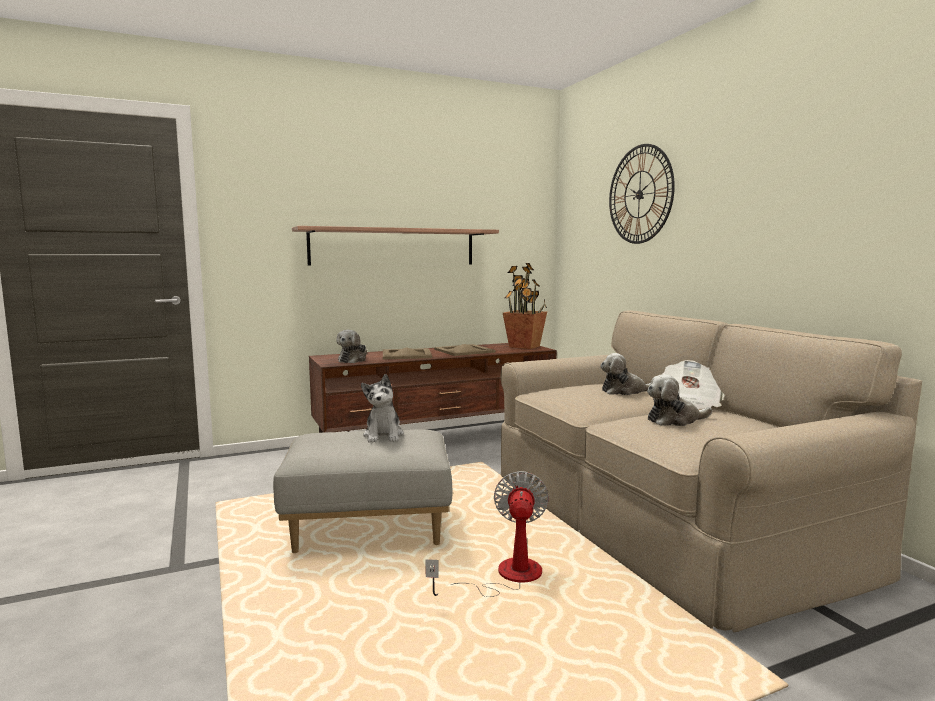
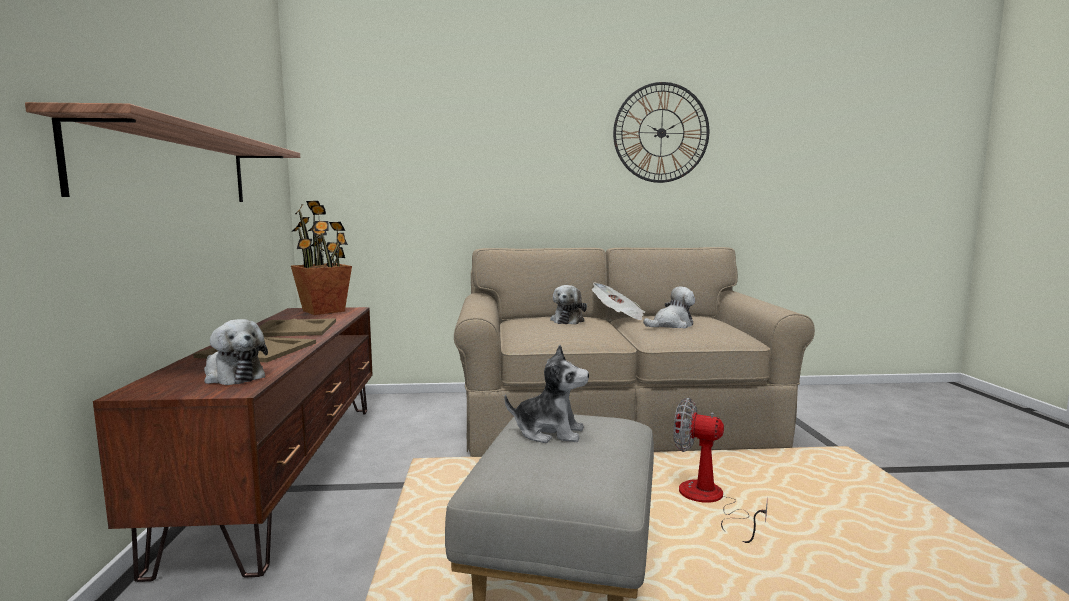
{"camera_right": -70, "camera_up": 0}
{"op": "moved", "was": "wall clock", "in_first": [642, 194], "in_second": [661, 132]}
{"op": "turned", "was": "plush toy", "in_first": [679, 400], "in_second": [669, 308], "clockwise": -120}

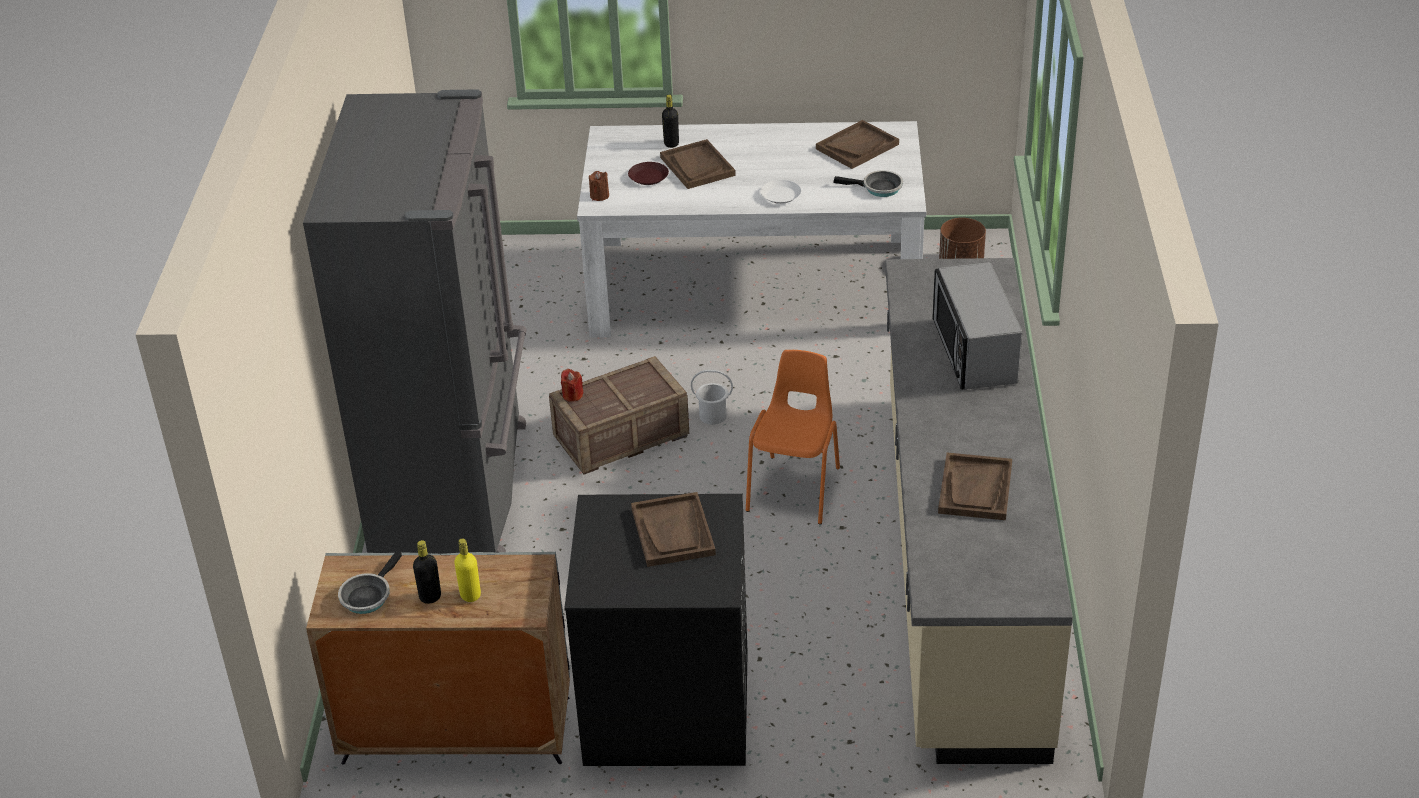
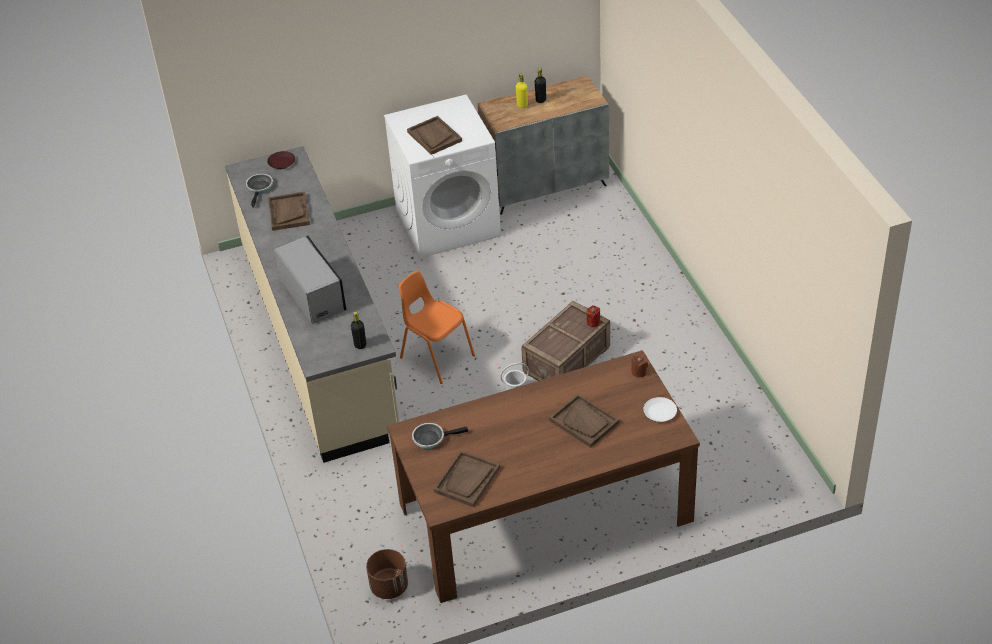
{"camera_right": 160, "camera_up": 5}
{"op": "moved", "was": "frying pan", "in_first": [370, 582], "in_second": [259, 190]}
{"op": "moved", "was": "brown plate", "in_first": [648, 173], "in_second": [281, 160]}
{"op": "moved", "was": "black bottle", "in_first": [670, 121], "in_second": [358, 330]}
{"op": "recoloured", "was": "black washing machine", "now": "white washing machine", "in_first": [656, 630], "in_second": [442, 176]}
{"op": "recoloured", "was": "white dining table", "now": "brown dining table", "in_first": [752, 229], "in_second": [543, 476]}
{"op": "turned", "was": "orange chair", "in_first": [793, 437], "in_second": [436, 327], "clockwise": 135}
{"op": "moved", "was": "white plate", "in_first": [780, 192], "in_second": [660, 409]}
{"op": "removed", "was": "grey fridge", "in_first": [415, 321]}

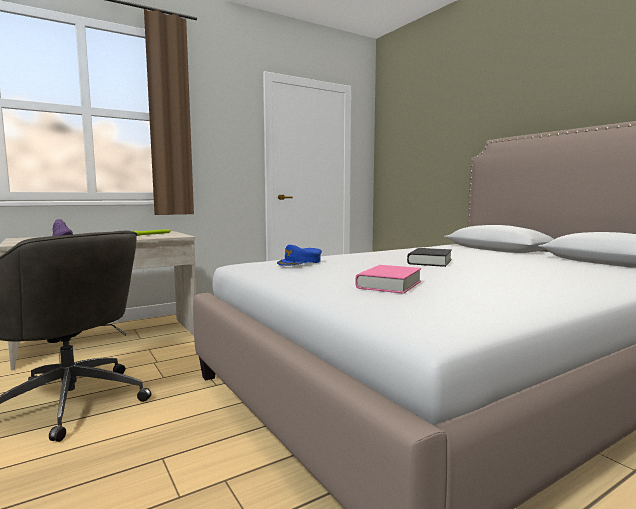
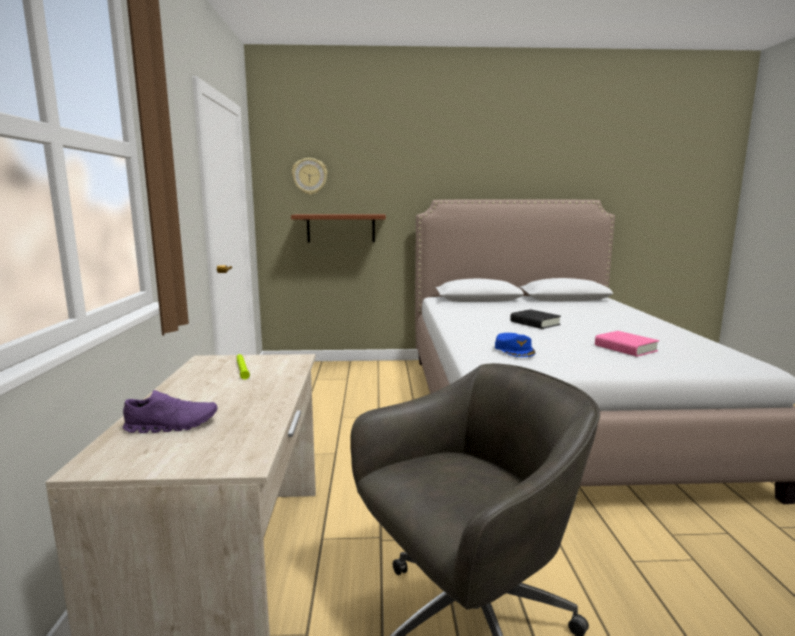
{"camera_right": -60, "camera_up": 5}
{"op": "added", "now": "brown shelf", "in_second": [338, 228]}
{"op": "added", "now": "wall clock", "in_second": [310, 176]}

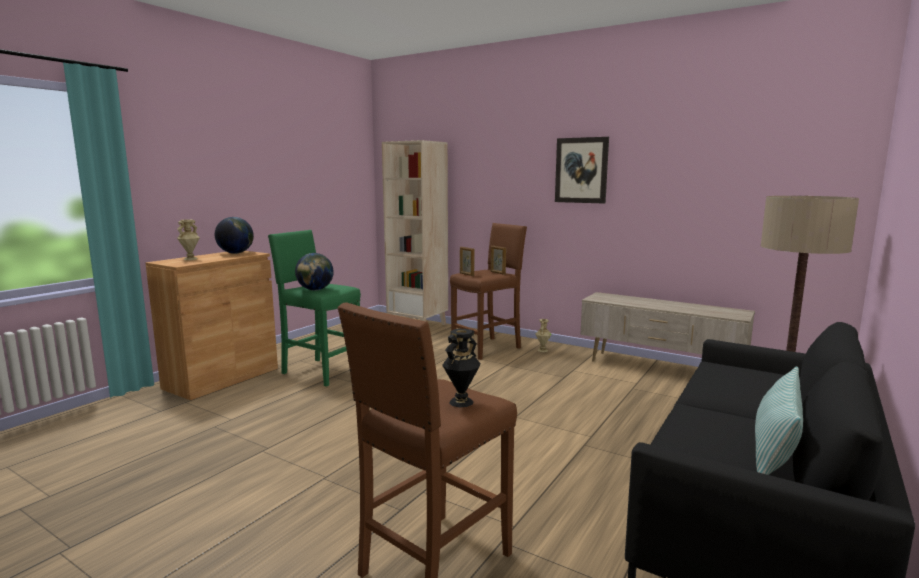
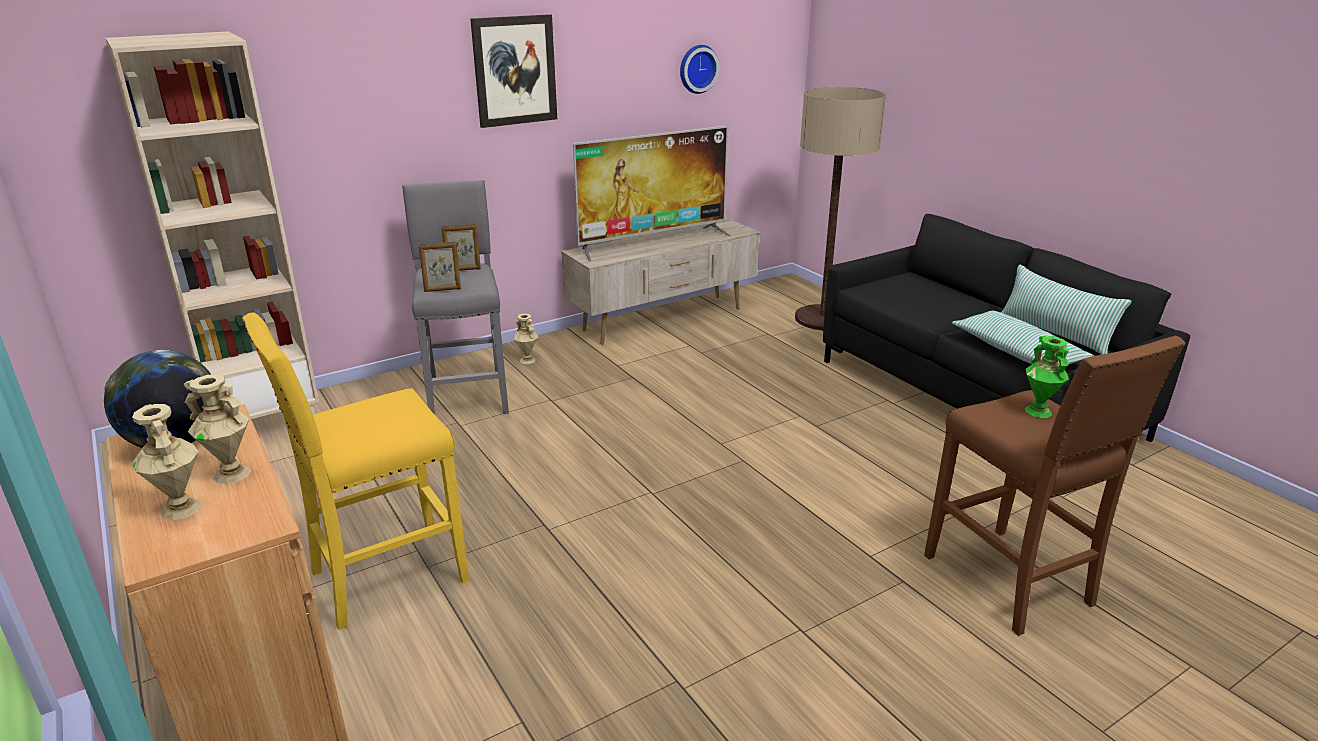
{"camera_right": -65, "camera_up": 15}
{"op": "added", "now": "beige vase", "in_second": [217, 429]}
{"op": "recoloured", "was": "green stool", "now": "yellow stool", "in_first": [314, 308], "in_second": [356, 471]}
{"op": "recoloured", "was": "brown stool", "now": "grey stool", "in_first": [488, 291], "in_second": [455, 297]}
{"op": "added", "now": "television", "in_second": [652, 193]}
{"op": "added", "now": "wall clock", "in_second": [699, 69]}
{"op": "added", "now": "pillow", "in_second": [1023, 337]}
{"op": "recoloured", "was": "black vase", "now": "green vase", "in_first": [461, 368], "in_second": [1047, 377]}
{"op": "removed", "was": "globe", "in_first": [314, 272]}

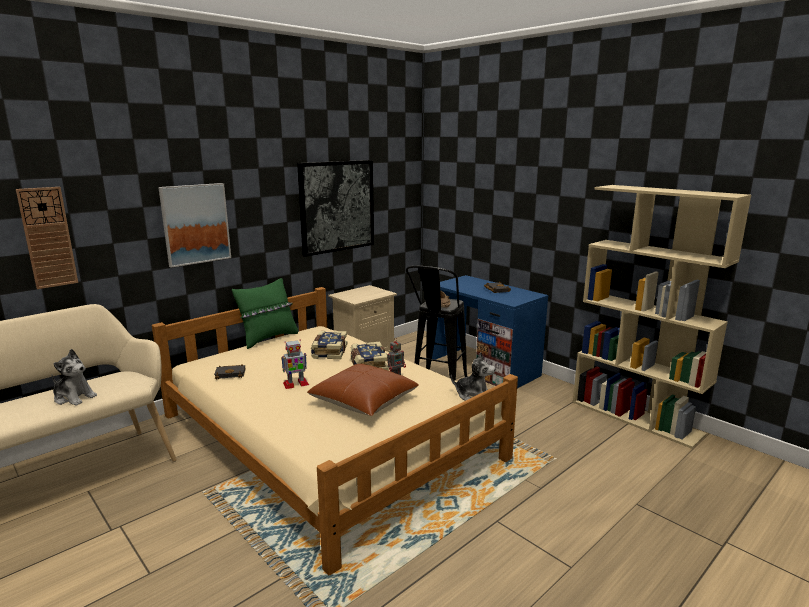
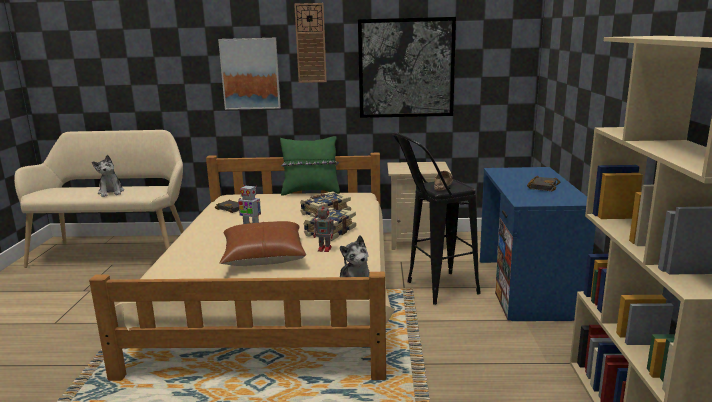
{"camera_right": 45, "camera_up": 0}
{"op": "moved", "was": "wall clock", "in_first": [47, 238], "in_second": [310, 43]}

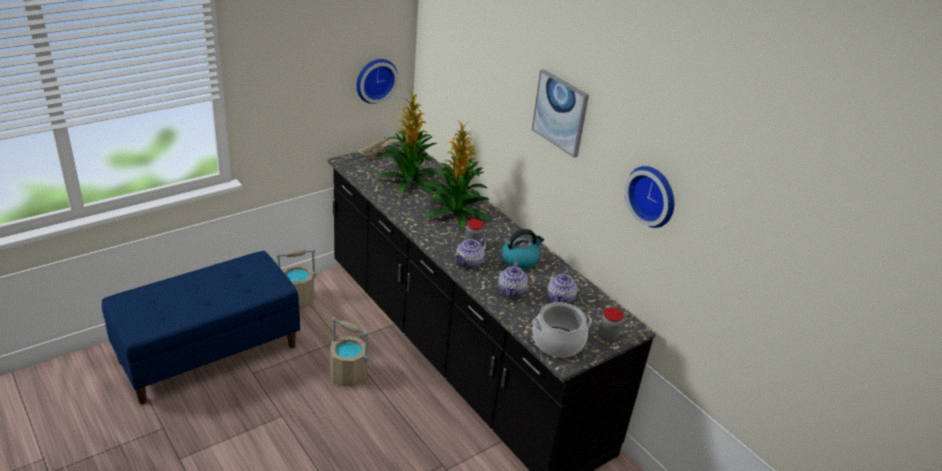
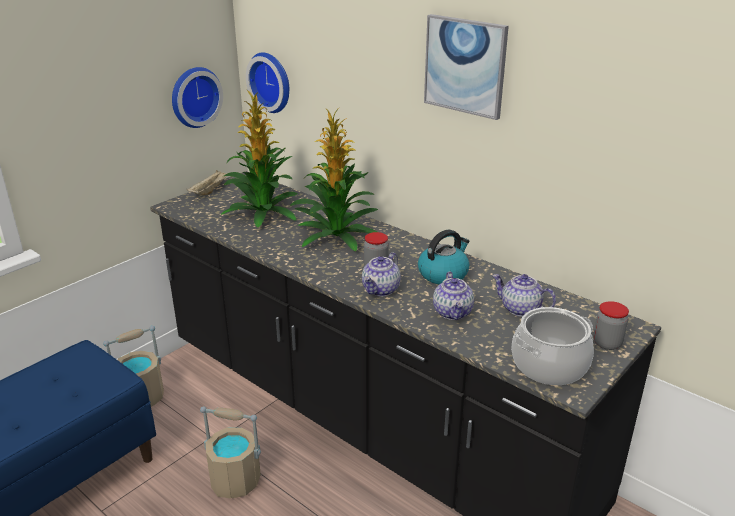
{"camera_right": -10, "camera_up": -5}
{"op": "moved", "was": "wall clock", "in_first": [649, 197], "in_second": [267, 82]}
{"op": "turned", "was": "teapot", "in_first": [562, 286], "in_second": [524, 295], "clockwise": 120}

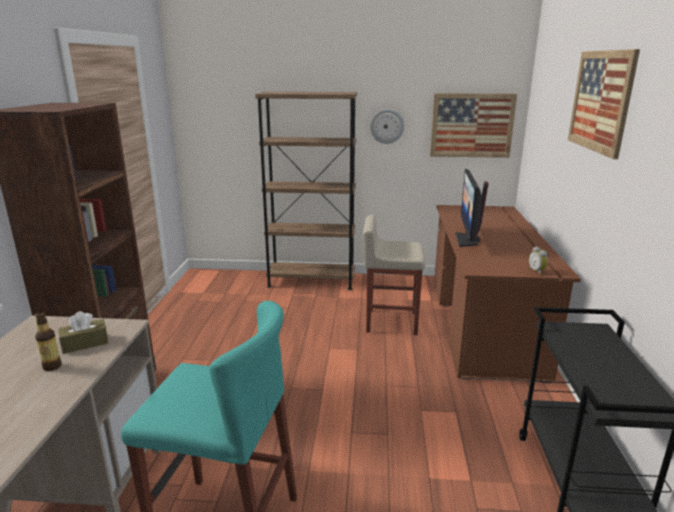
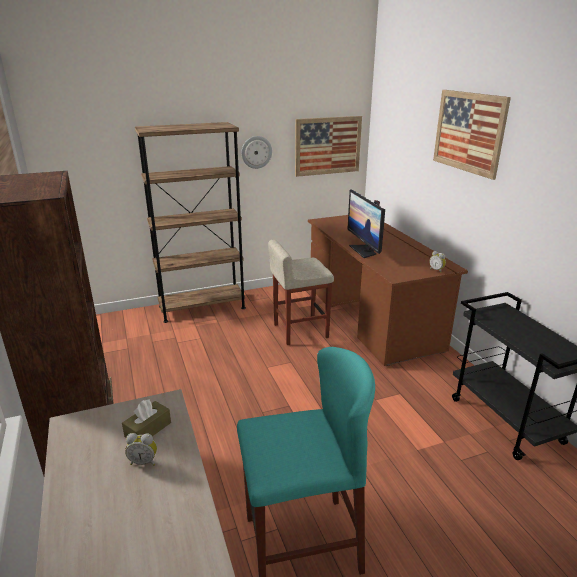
{"camera_right": -25, "camera_up": 5}
{"op": "replaced", "was": "bottle", "now": "alarm clock", "in_first": [48, 341], "in_second": [141, 449]}

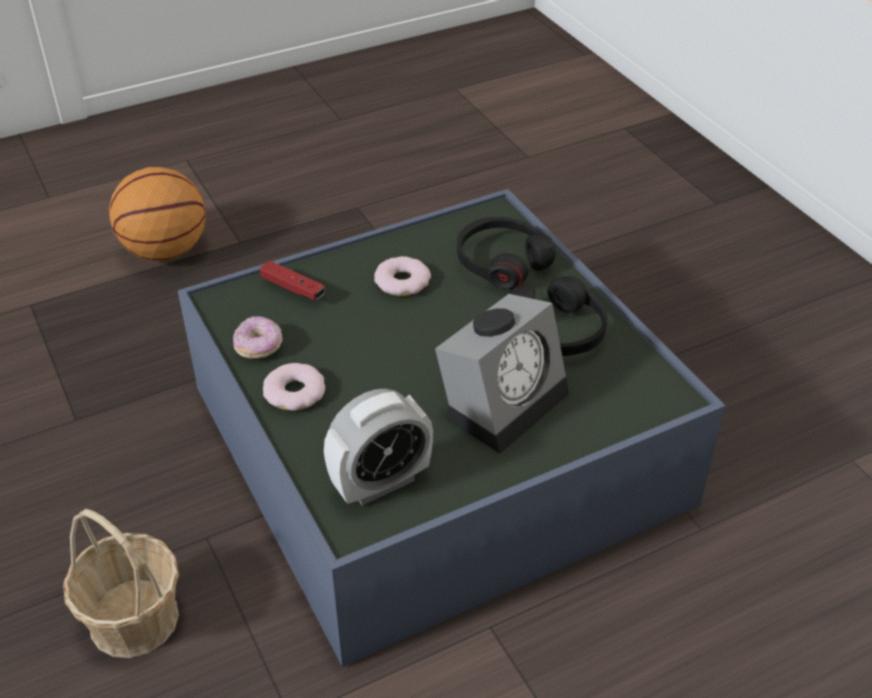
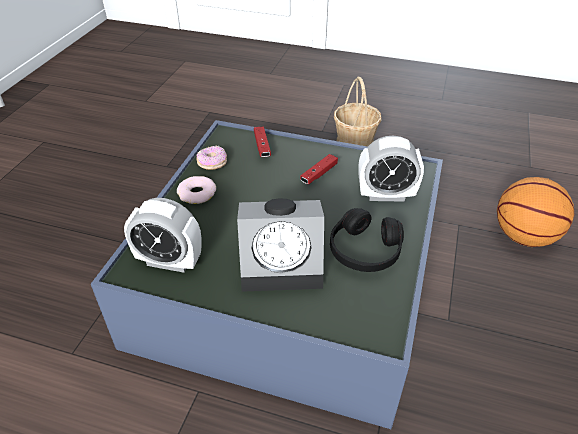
{"camera_right": 45, "camera_up": 0}
{"op": "replaced", "was": "donut", "now": "red game controller", "in_first": [402, 276], "in_second": [319, 169]}
{"op": "moved", "was": "basket", "in_first": [121, 583], "in_second": [358, 111]}
{"op": "replaced", "was": "black headphones", "now": "alarm clock", "in_first": [506, 253], "in_second": [391, 169]}
{"op": "moved", "was": "basketball", "in_first": [157, 214], "in_second": [535, 212]}

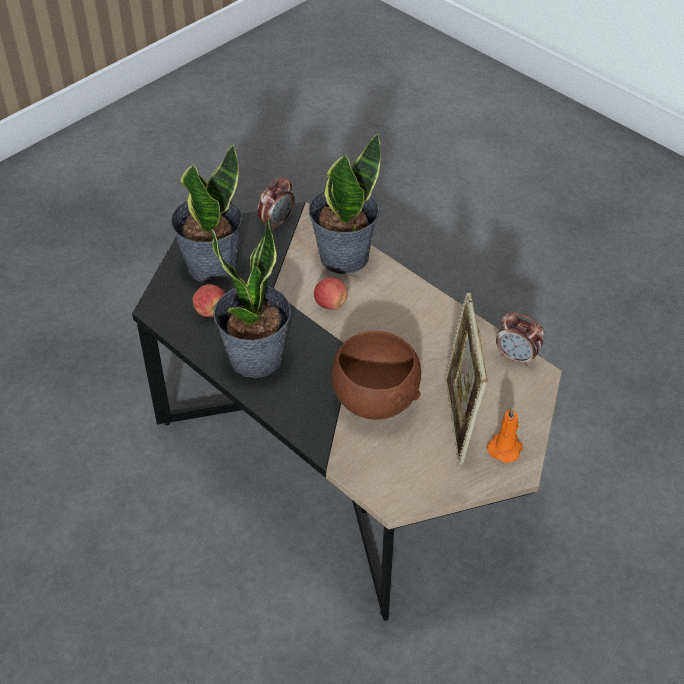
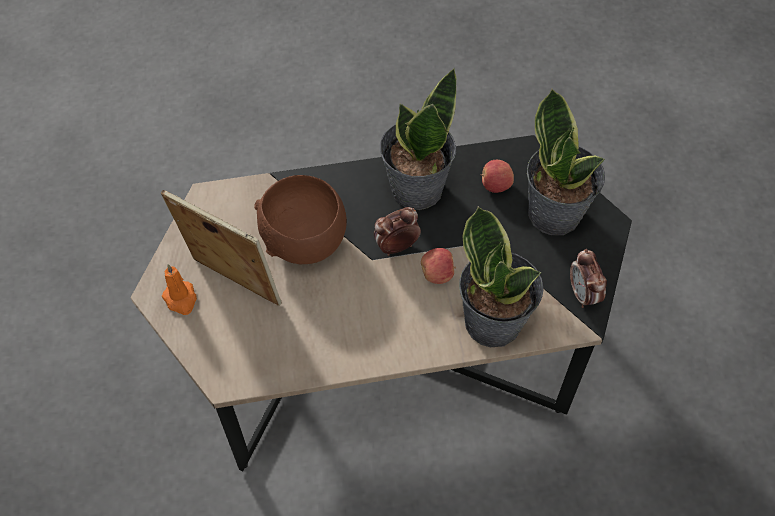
{"camera_right": 125, "camera_up": 10}
{"op": "moved", "was": "alarm clock", "in_first": [520, 339], "in_second": [397, 231]}

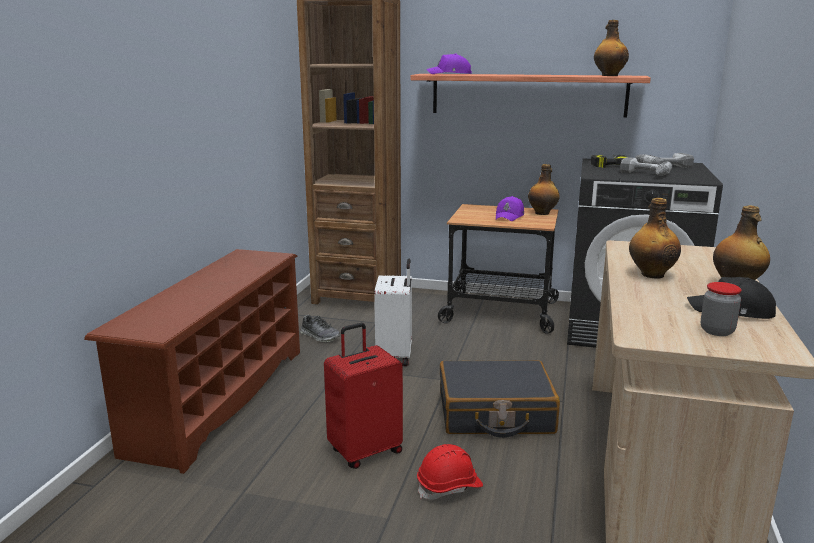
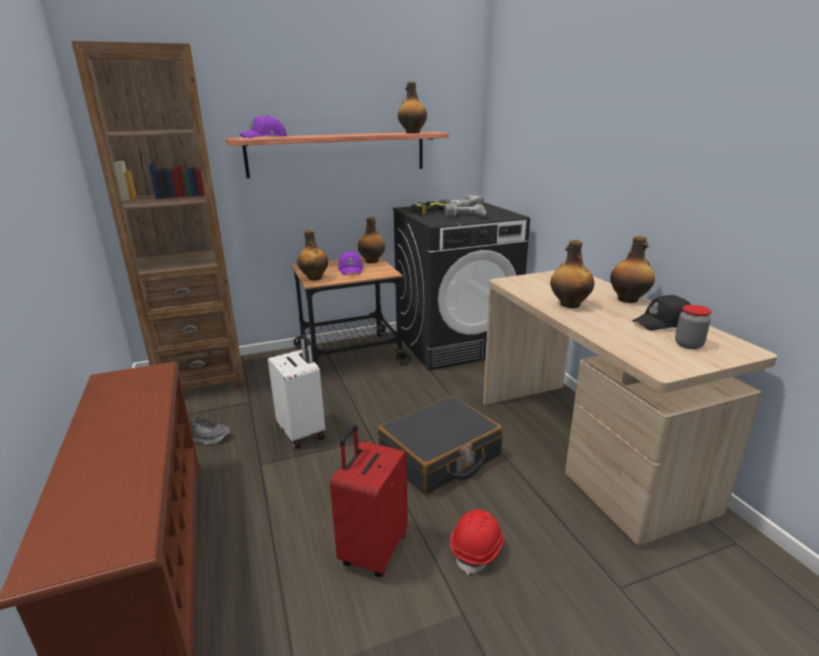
{"camera_right": -35, "camera_up": 5}
{"op": "added", "now": "bottle", "in_second": [312, 254]}

